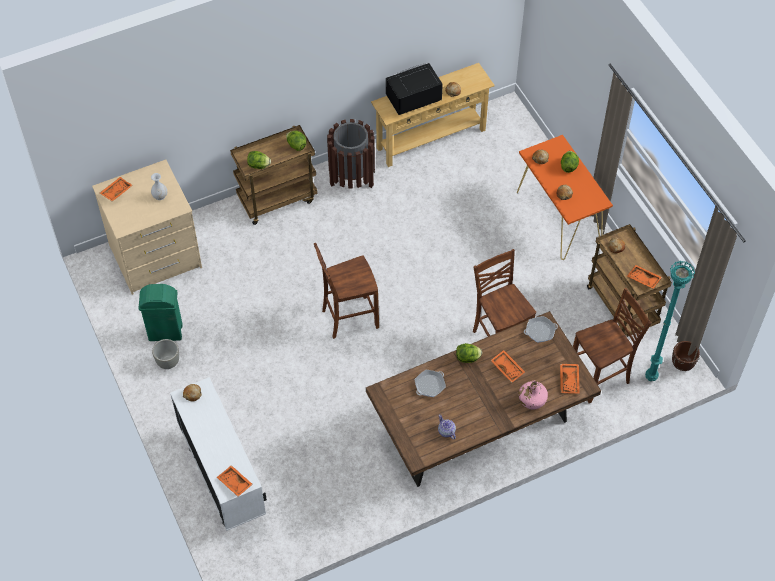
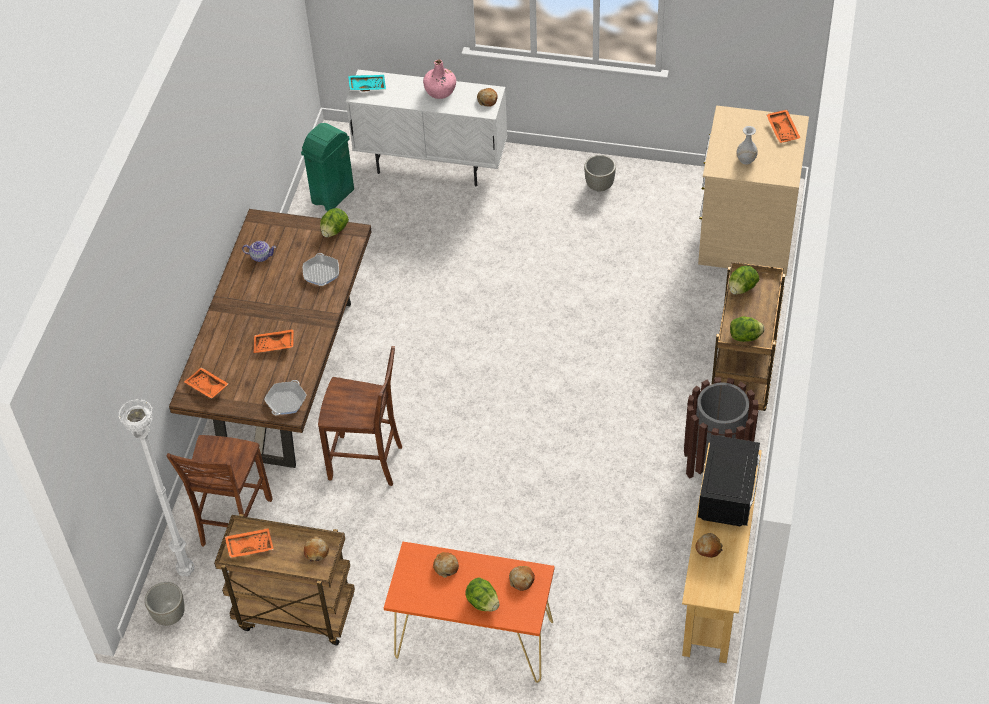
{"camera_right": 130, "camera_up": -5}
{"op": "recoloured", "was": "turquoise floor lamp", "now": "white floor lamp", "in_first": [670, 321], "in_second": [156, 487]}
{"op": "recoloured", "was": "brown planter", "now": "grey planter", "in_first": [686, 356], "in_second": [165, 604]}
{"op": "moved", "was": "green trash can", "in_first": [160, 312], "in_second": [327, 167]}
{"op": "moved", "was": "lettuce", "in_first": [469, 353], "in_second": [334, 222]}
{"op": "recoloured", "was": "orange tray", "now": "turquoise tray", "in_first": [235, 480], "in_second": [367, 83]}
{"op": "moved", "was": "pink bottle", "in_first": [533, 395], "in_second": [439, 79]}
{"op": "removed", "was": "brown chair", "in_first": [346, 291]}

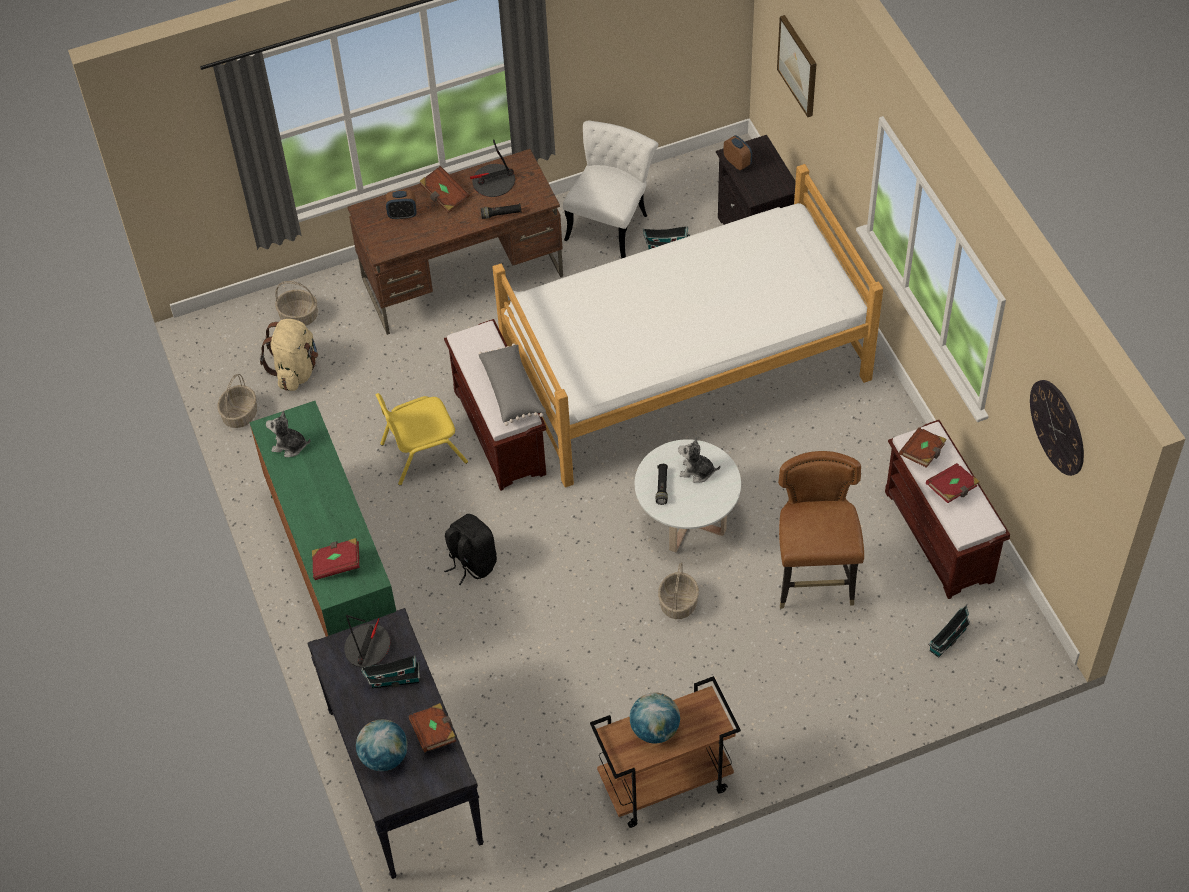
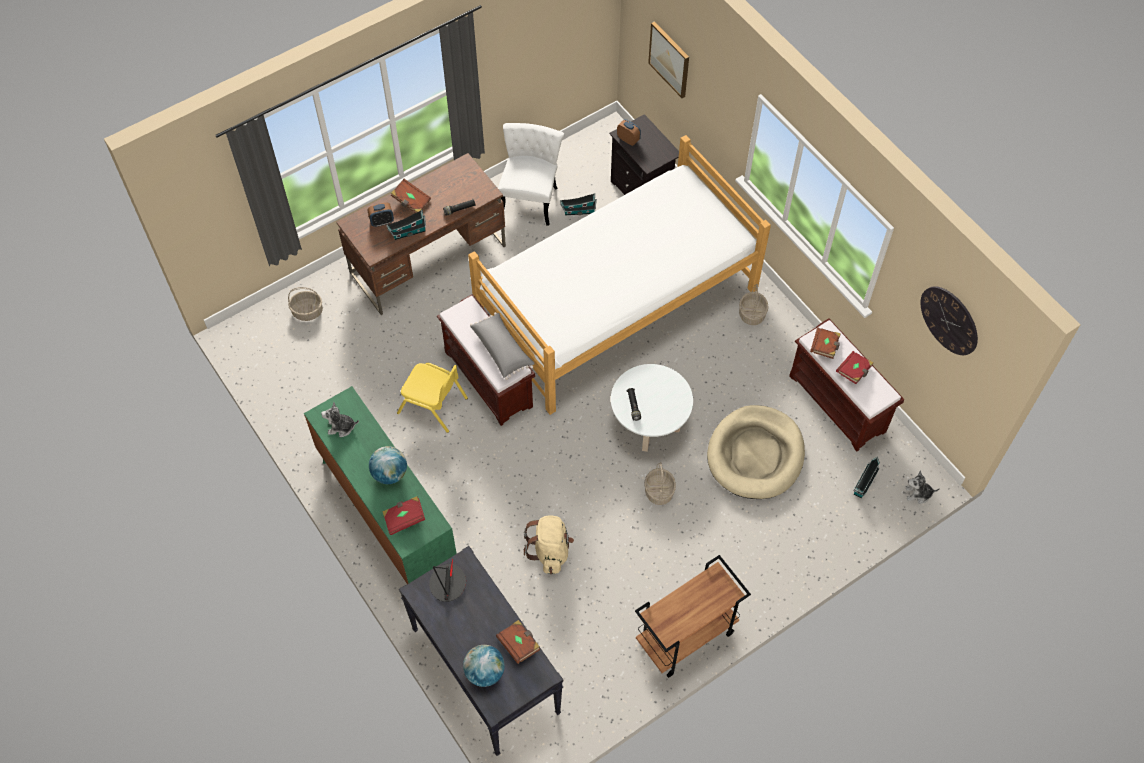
{"camera_right": -15, "camera_up": 5}
{"op": "moved", "was": "globe", "in_first": [655, 718], "in_second": [388, 465]}
{"op": "moved", "was": "toy house", "in_first": [390, 672], "in_second": [406, 225]}
{"op": "turned", "was": "yellow chair", "in_first": [421, 439], "in_second": [432, 398], "clockwise": -120}
{"op": "moved", "was": "beige backpack", "in_first": [289, 355], "in_second": [549, 545]}
{"op": "replaced", "was": "brown chair", "now": "beige dog bed", "in_first": [821, 530], "in_second": [756, 452]}
{"op": "moved", "was": "basket", "in_first": [237, 401], "in_second": [753, 304]}
{"op": "moved", "was": "plush toy", "in_first": [699, 460], "in_second": [923, 487]}
{"op": "removed", "was": "black backpack", "in_first": [470, 549]}
{"op": "removed", "was": "table lamp", "in_first": [492, 168]}

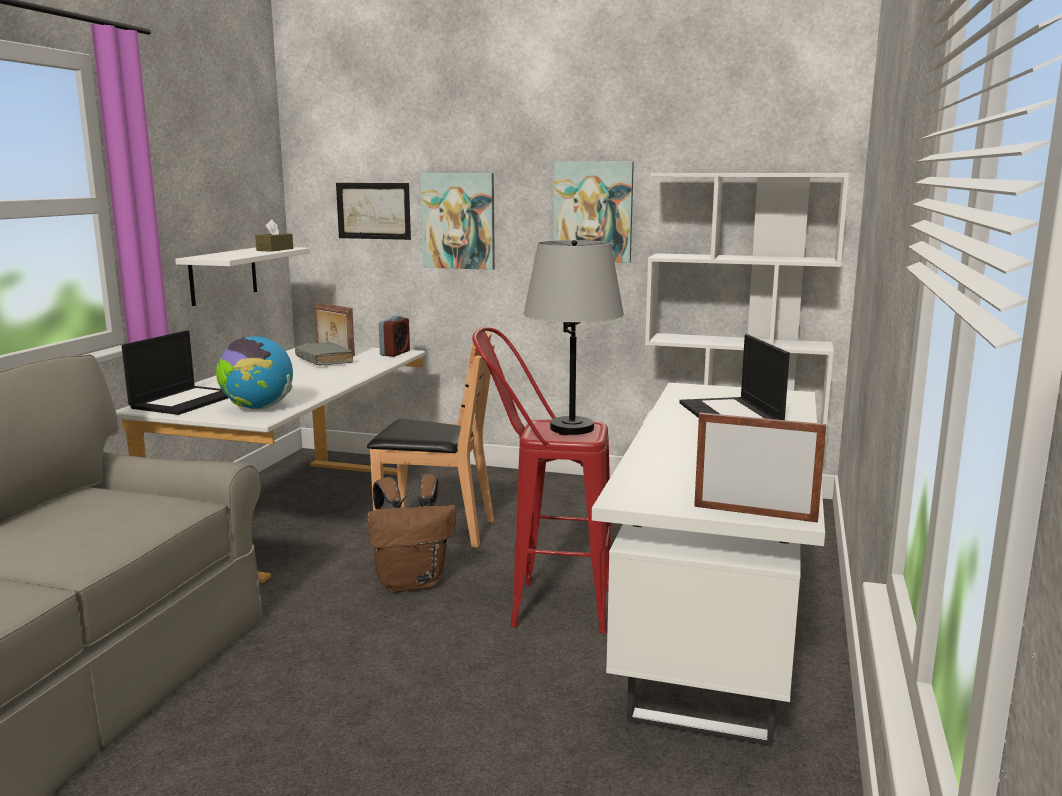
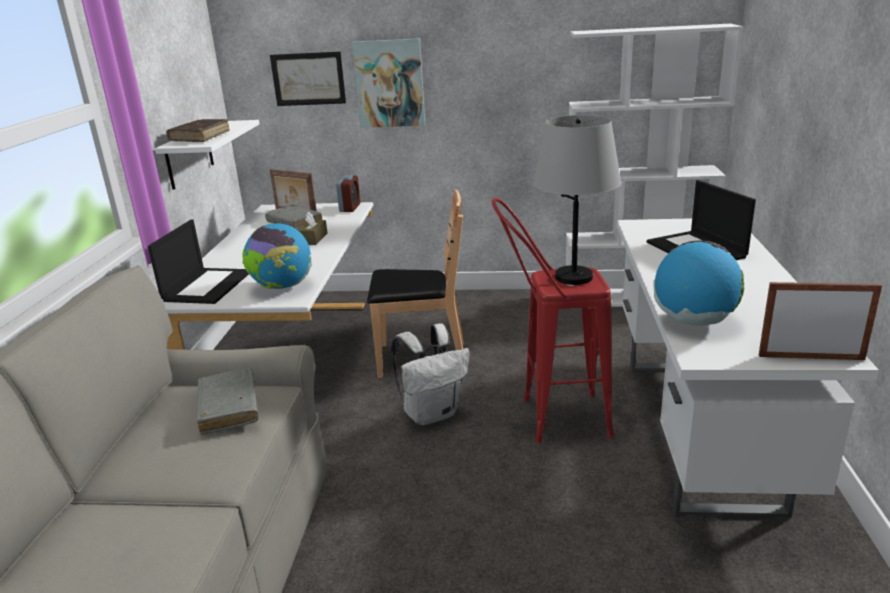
{"camera_right": -10, "camera_up": 10}
{"op": "added", "now": "brown book", "in_second": [198, 130]}
{"op": "added", "now": "grey book", "in_second": [228, 402]}
{"op": "moved", "was": "brown tissue box", "in_first": [274, 235], "in_second": [313, 228]}
{"op": "recoloured", "was": "brown backpack", "now": "white backpack", "in_first": [412, 533], "in_second": [430, 374]}
{"op": "added", "now": "globe", "in_second": [698, 283]}
{"op": "removed", "was": "picture", "in_first": [593, 212]}

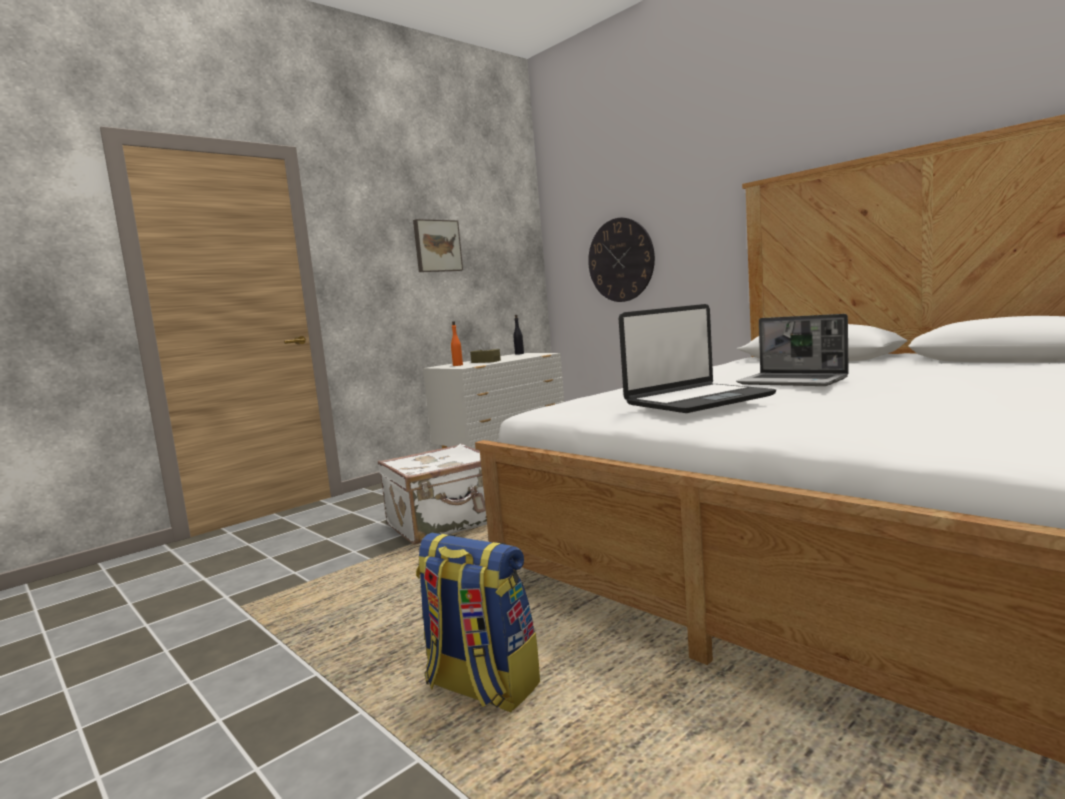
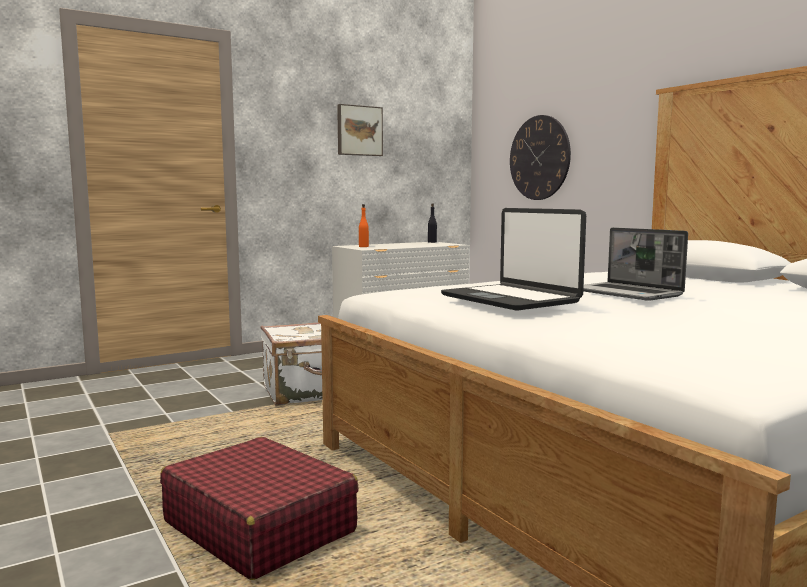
{"camera_right": 10, "camera_up": 0}
{"op": "replaced", "was": "backpack", "now": "red suitcase", "in_first": [478, 622], "in_second": [259, 508]}
{"op": "turned", "was": "laptop", "in_first": [697, 358], "in_second": [513, 259], "clockwise": 75}
{"op": "removed", "was": "brown tissue box", "in_first": [485, 351]}

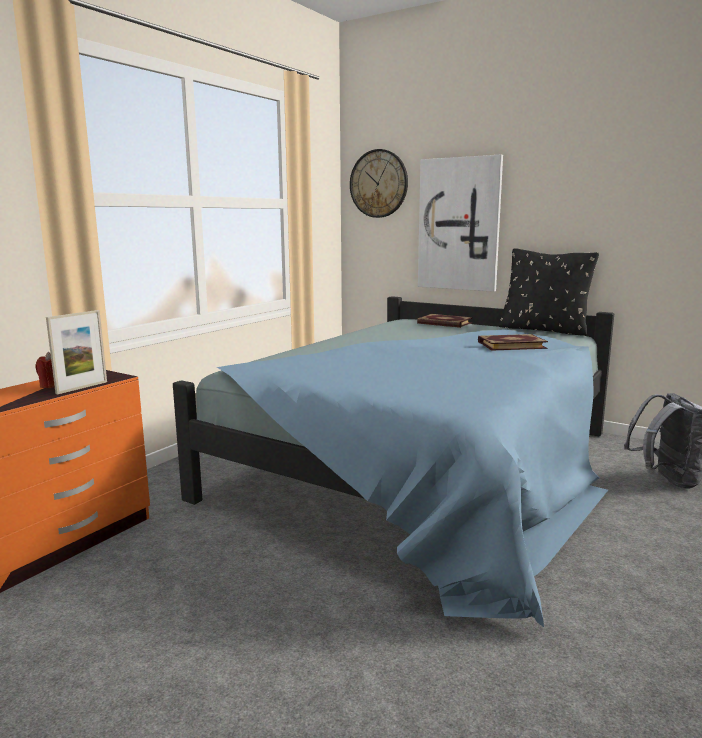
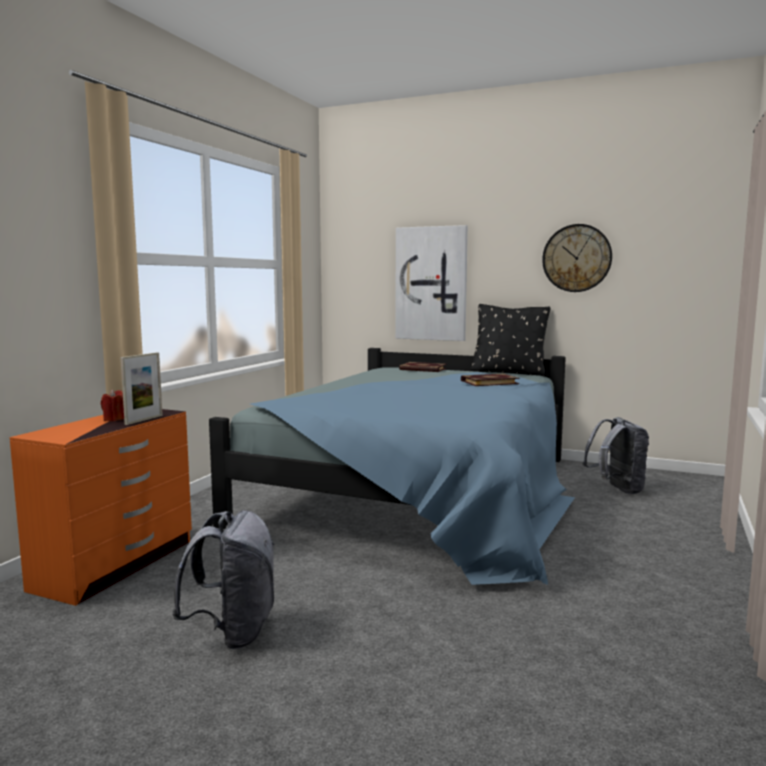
{"camera_right": -10, "camera_up": -5}
{"op": "added", "now": "grey backpack", "in_second": [223, 579]}
{"op": "moved", "was": "wall clock", "in_first": [379, 183], "in_second": [577, 258]}

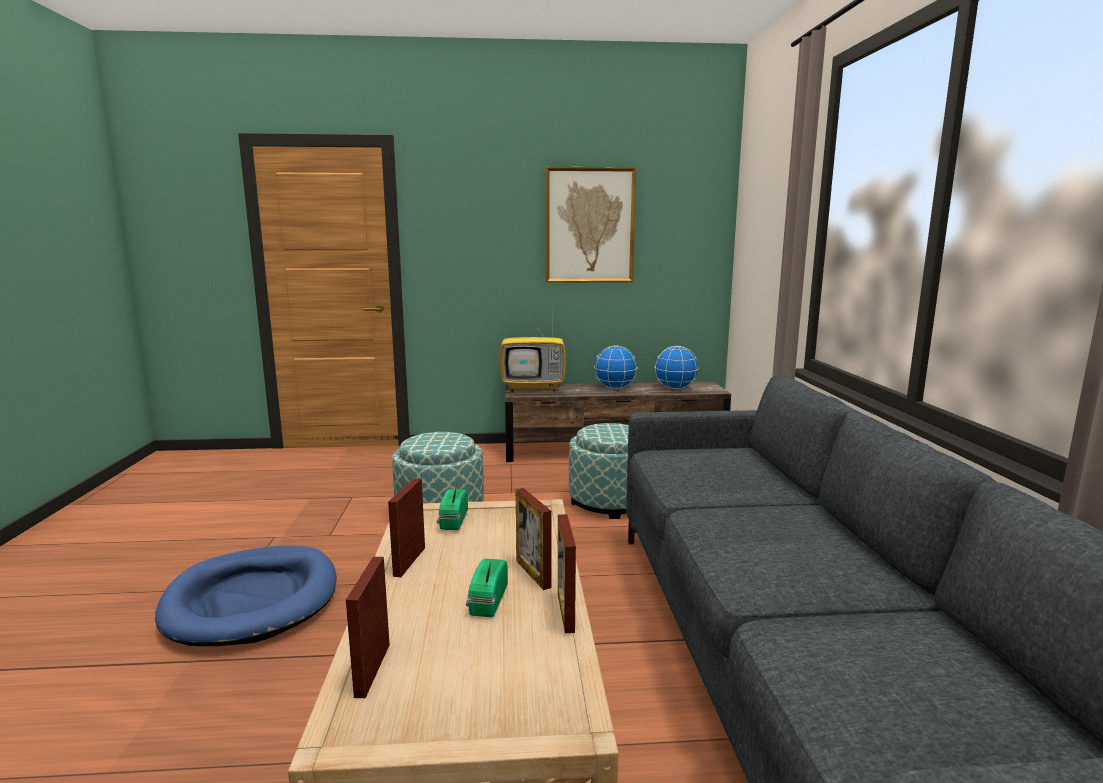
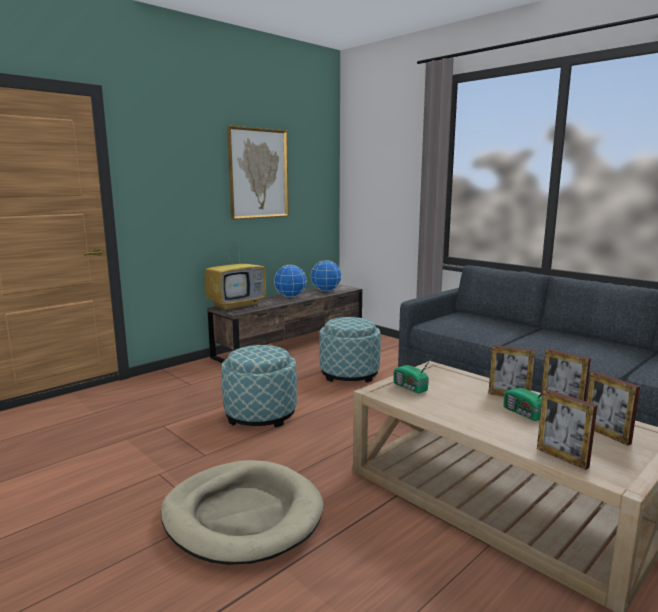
{"camera_right": -40, "camera_up": 0}
{"op": "recoloured", "was": "blue dog bed", "now": "beige dog bed", "in_first": [246, 596], "in_second": [242, 512]}
{"op": "moved", "was": "picture frame", "in_first": [406, 527], "in_second": [613, 408]}

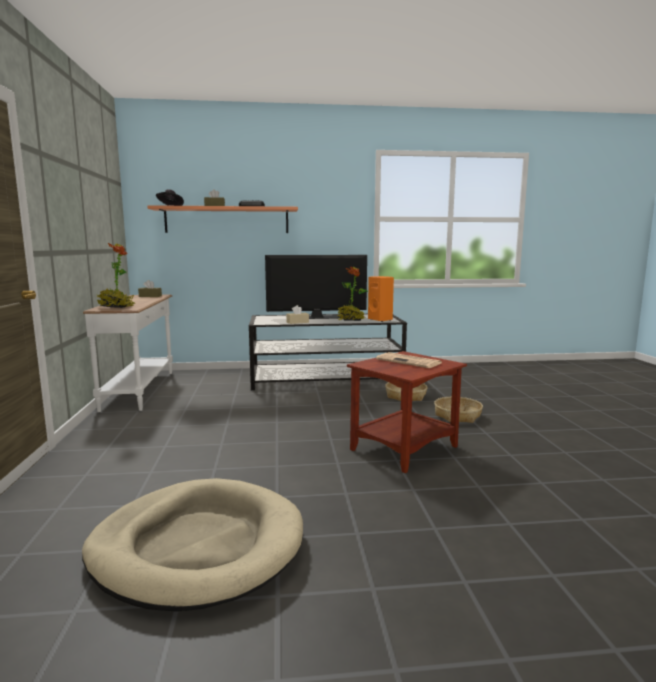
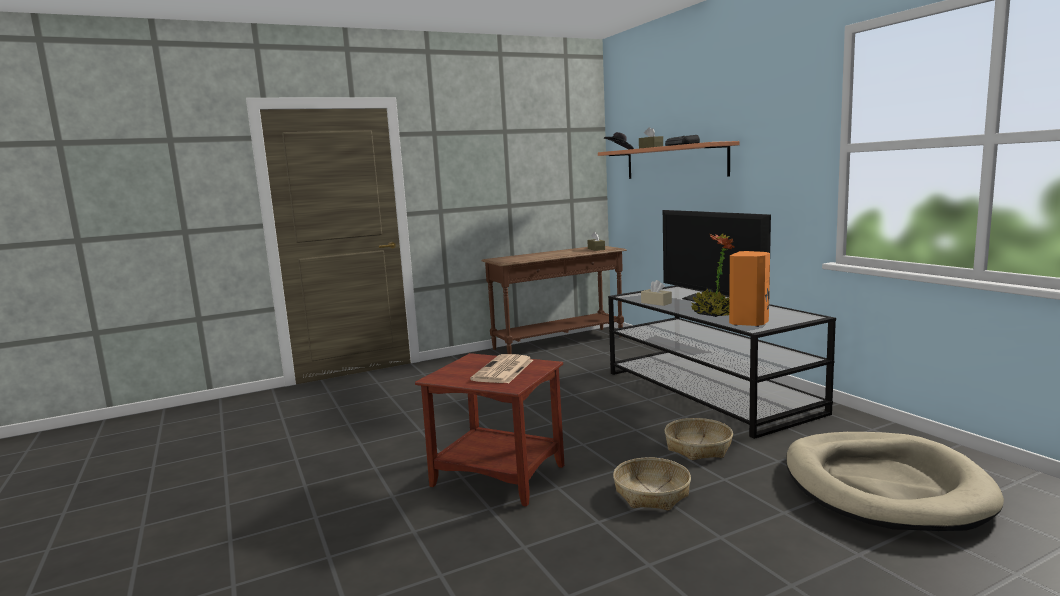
{"camera_right": 70, "camera_up": 0}
{"op": "recoloured", "was": "white console table", "now": "brown console table", "in_first": [128, 353], "in_second": [554, 300]}
{"op": "moved", "was": "beige dog bed", "in_first": [192, 545], "in_second": [895, 481]}
{"op": "removed", "was": "potted plant", "in_first": [116, 275]}

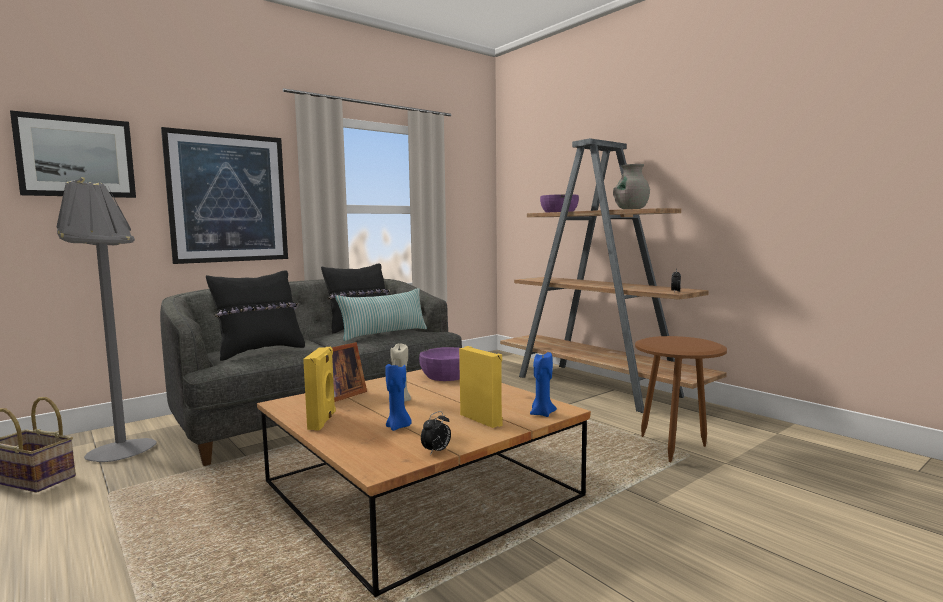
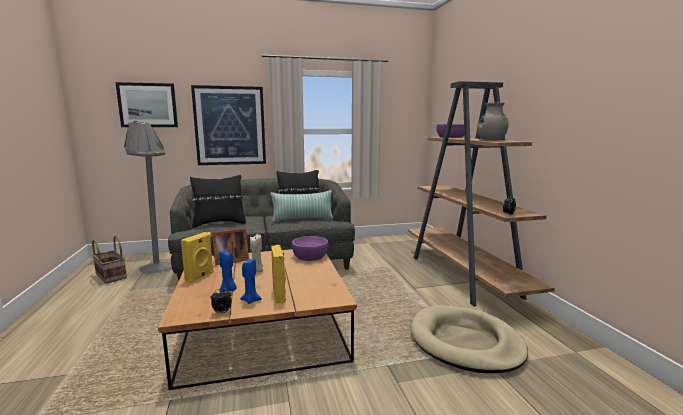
{"camera_right": 25, "camera_up": 5}
{"op": "moved", "was": "blue candle", "in_first": [543, 384], "in_second": [251, 281]}
{"op": "replaced", "was": "brown side table", "now": "beige dog bed", "in_first": [681, 399], "in_second": [469, 339]}

